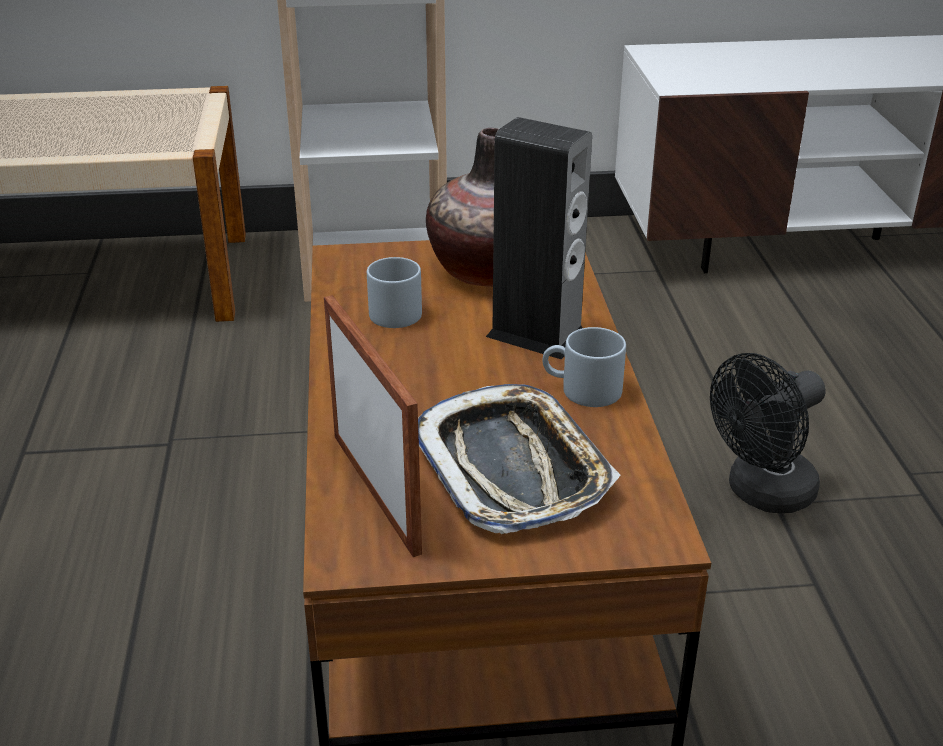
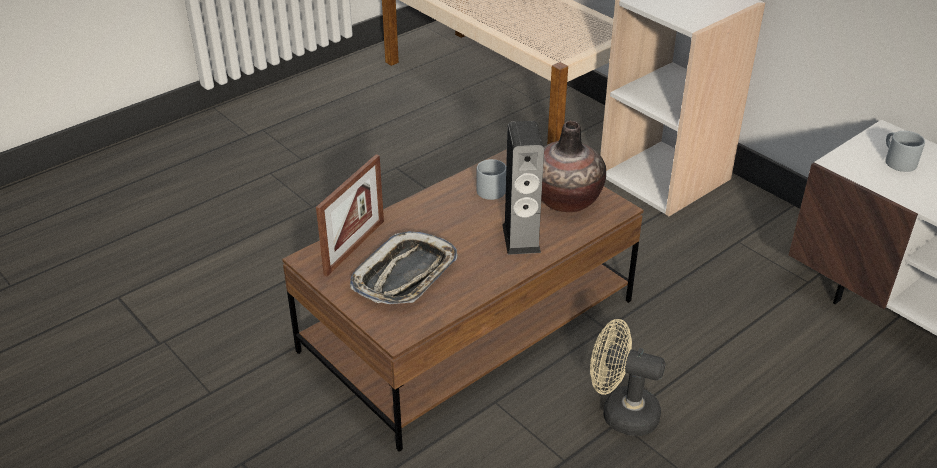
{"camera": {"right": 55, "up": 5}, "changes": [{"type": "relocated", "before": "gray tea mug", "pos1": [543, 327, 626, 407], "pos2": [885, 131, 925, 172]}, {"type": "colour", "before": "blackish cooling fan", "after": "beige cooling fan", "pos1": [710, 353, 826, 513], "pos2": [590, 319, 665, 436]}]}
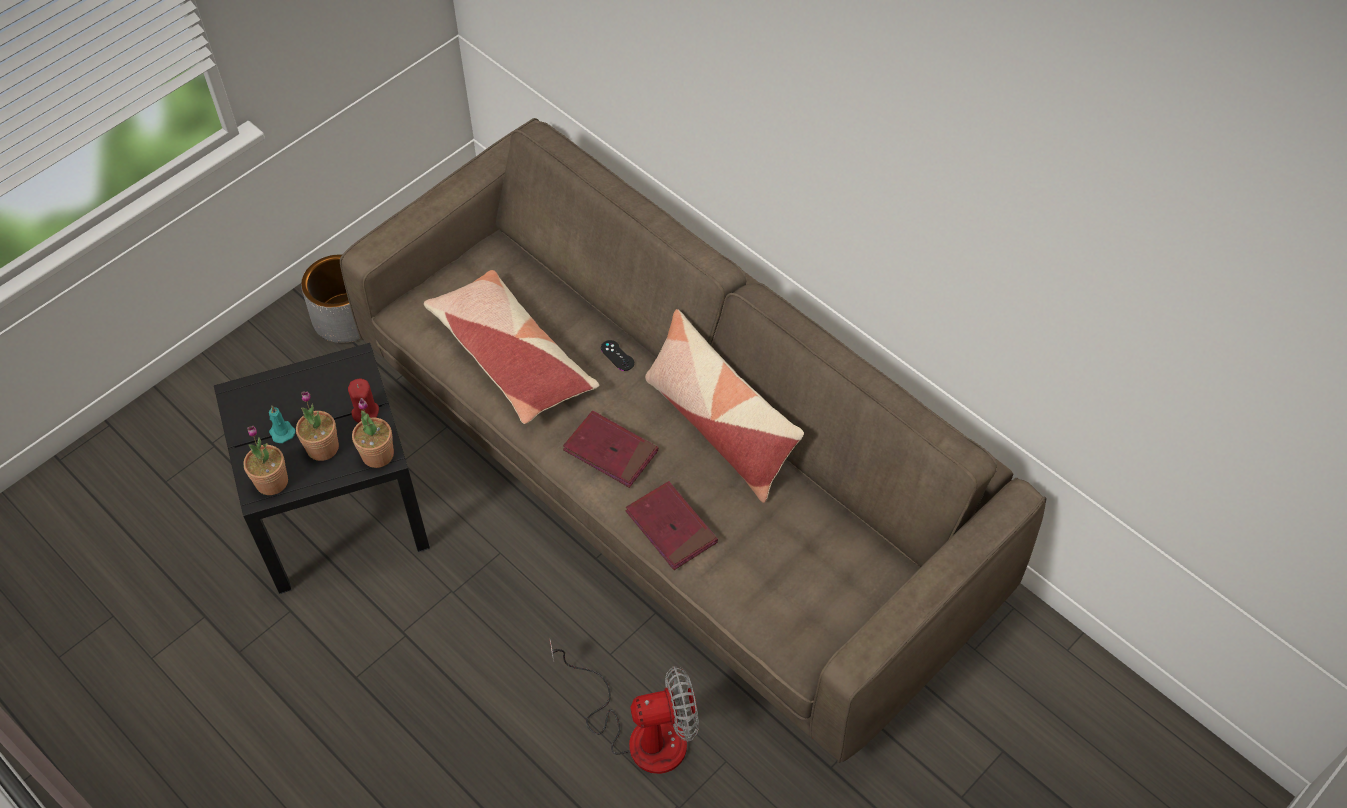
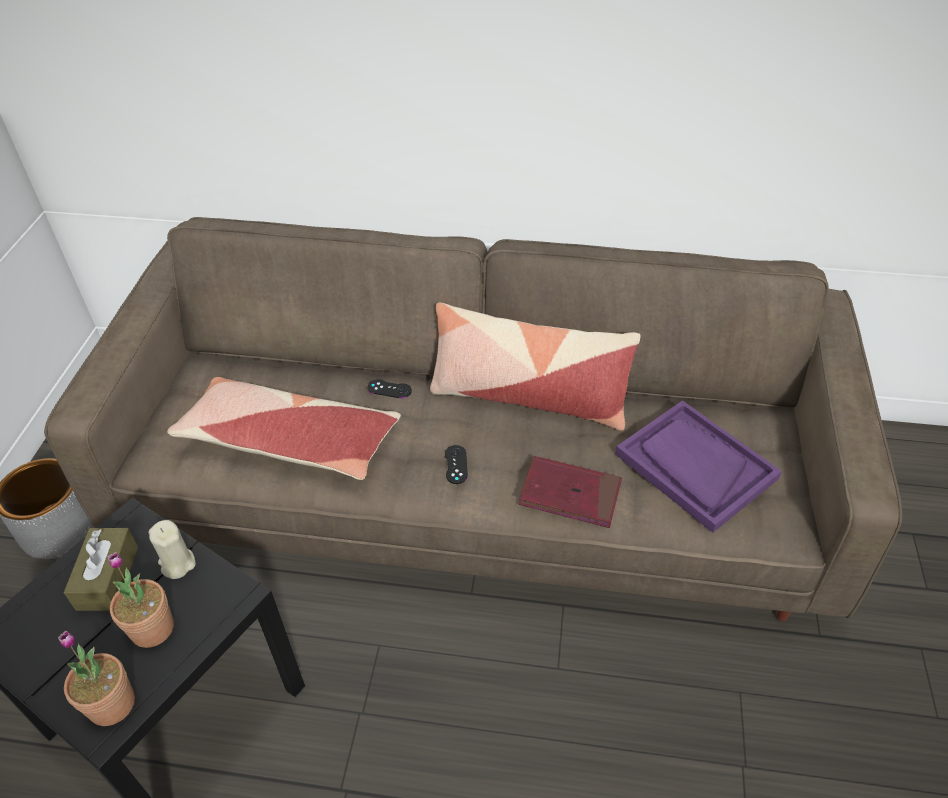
{"camera": {"right": -35, "up": -10}, "changes": [{"type": "colour", "before": "reddish wax light", "after": "beige wax light", "pos1": [348, 379, 379, 423], "pos2": [148, 520, 196, 579]}, {"type": "missing", "before": "houseplant", "pos1": [352, 398, 394, 468]}, {"type": "missing", "before": "turquoise-coloured wax light", "pos1": [269, 406, 295, 443]}, {"type": "exchanged", "before": "reddish volume", "after": "blackish joypad", "pos1": [563, 410, 658, 488], "pos2": [445, 445, 468, 484]}, {"type": "missing", "before": "cooling fan", "pos1": [550, 640, 699, 774]}, {"type": "appeared", "after": "purplish carrying tray", "pos2": [615, 400, 782, 533]}, {"type": "appeared", "after": "brown tissue holder", "pos2": [64, 528, 138, 611]}]}
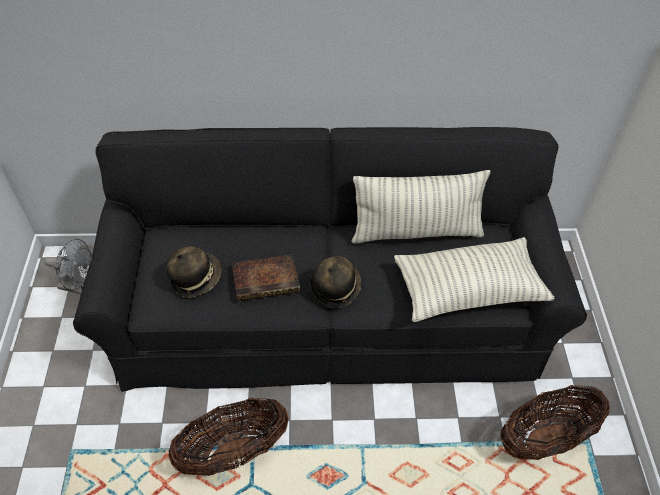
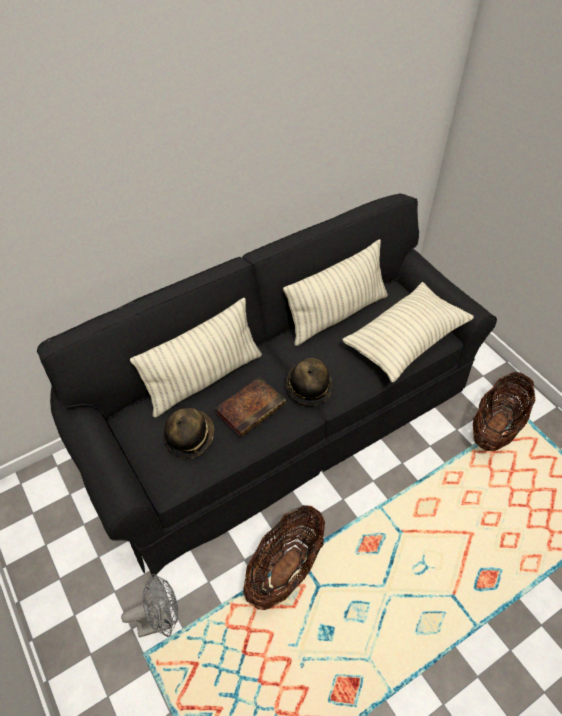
{"camera": {"right": -30, "up": 0}, "changes": [{"type": "relocated", "before": "gray cooling fan", "pos1": [44, 239, 92, 294], "pos2": [121, 574, 178, 638]}, {"type": "appeared", "after": "throw pillow", "pos2": [130, 298, 262, 418]}]}
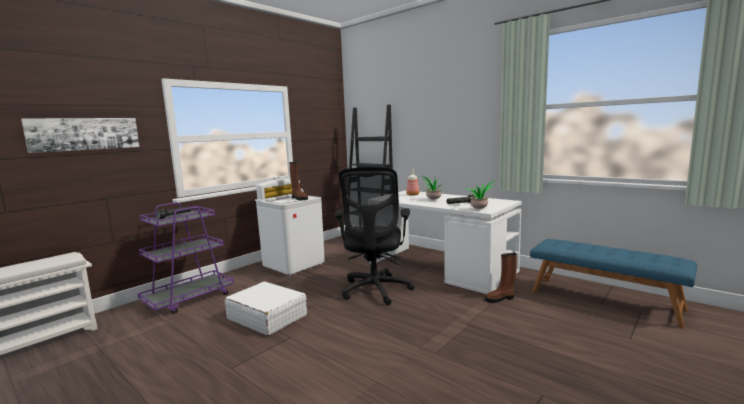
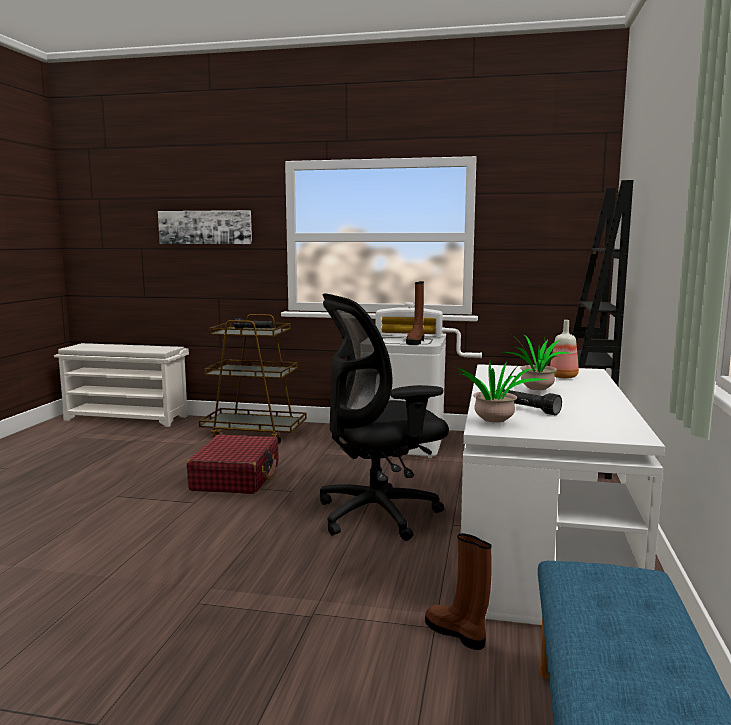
{"camera": {"right": 60, "up": 0}, "changes": [{"type": "colour", "before": "purplish cart", "after": "brown cart", "pos1": [138, 202, 234, 314], "pos2": [199, 314, 307, 444]}, {"type": "colour", "before": "white suitcase", "after": "reddish suitcase", "pos1": [225, 282, 307, 336], "pos2": [187, 434, 278, 494]}]}
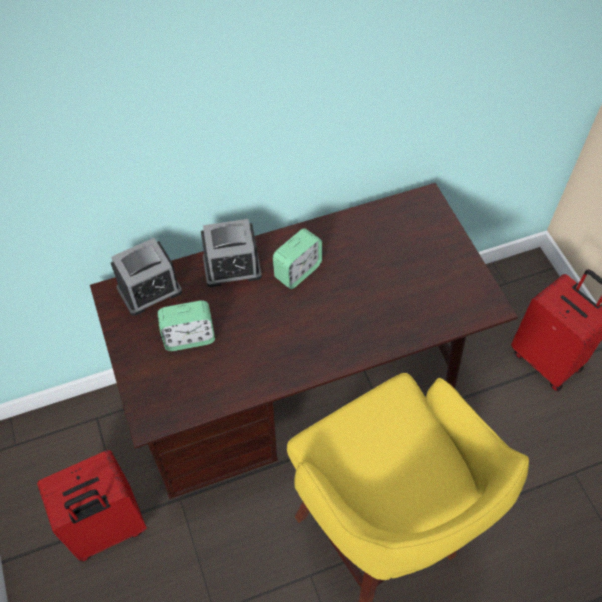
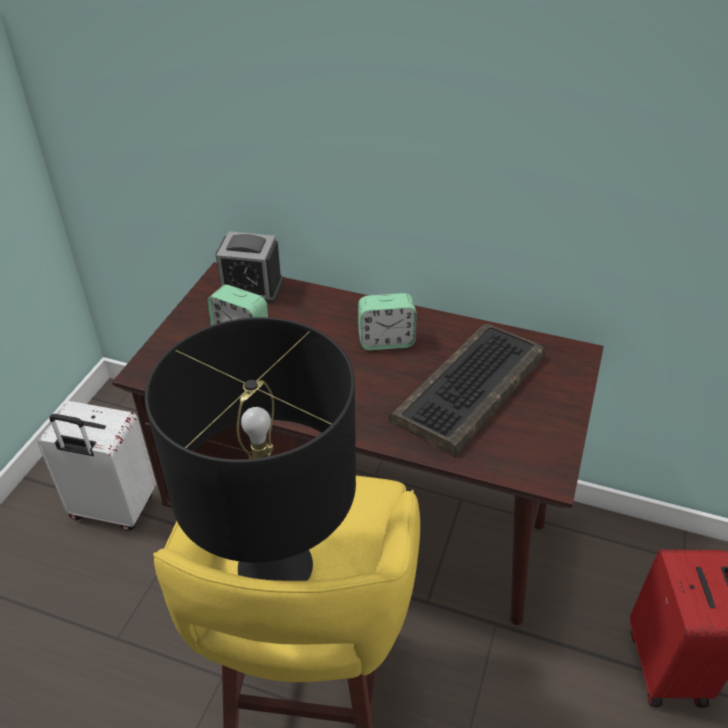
{"camera": {"right": 40, "up": -15}, "changes": [{"type": "missing", "before": "bedside clock", "pos1": [201, 219, 262, 287]}, {"type": "colour", "before": "reddish suitcase", "after": "white suitcase", "pos1": [37, 450, 147, 562], "pos2": [37, 401, 156, 531]}, {"type": "appeared", "after": "blackish lamp for a table", "pos2": [145, 317, 356, 581]}, {"type": "appeared", "after": "computer keyboard", "pos2": [389, 324, 545, 457]}]}
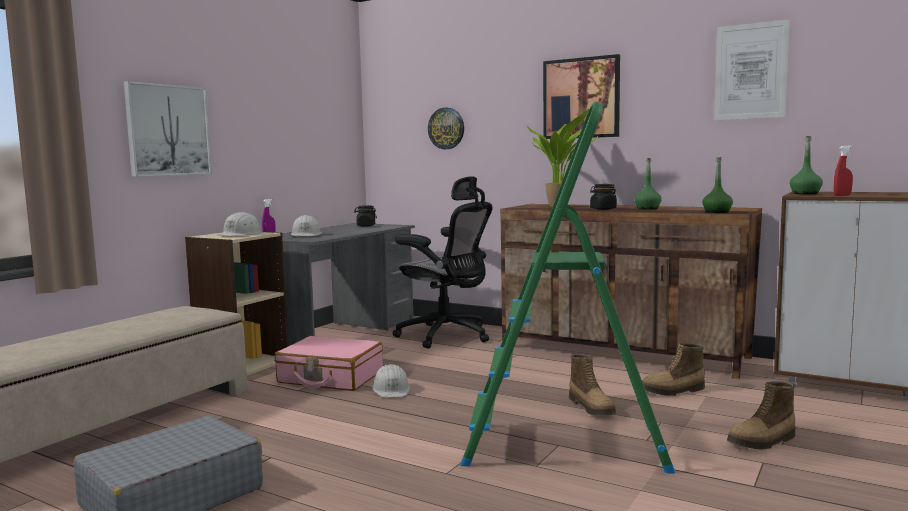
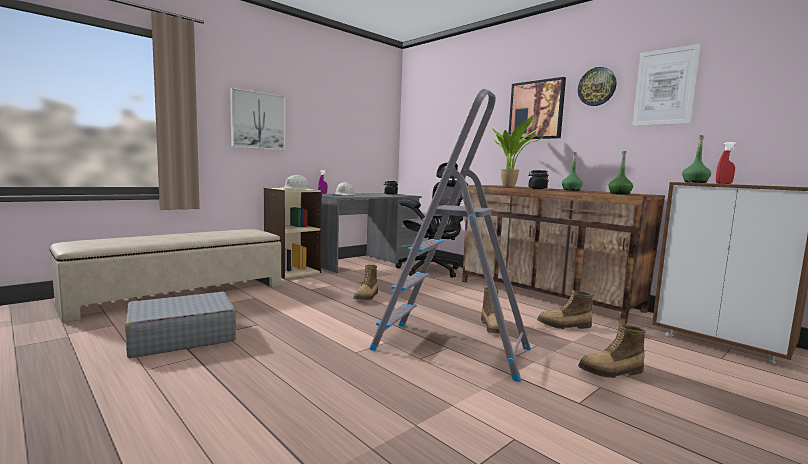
{"camera": {"right": 15, "up": 0}, "changes": [{"type": "colour", "before": "greenish stepladder", "after": "gray stepladder", "pos1": [460, 101, 675, 474], "pos2": [369, 89, 531, 382]}, {"type": "relocated", "before": "hanging clock", "pos1": [428, 108, 464, 149], "pos2": [578, 67, 616, 106]}, {"type": "missing", "before": "pinkish suitcase", "pos1": [274, 336, 383, 391]}, {"type": "exchanged", "before": "white safety helmet", "after": "boot", "pos1": [372, 364, 410, 398], "pos2": [353, 265, 378, 300]}]}
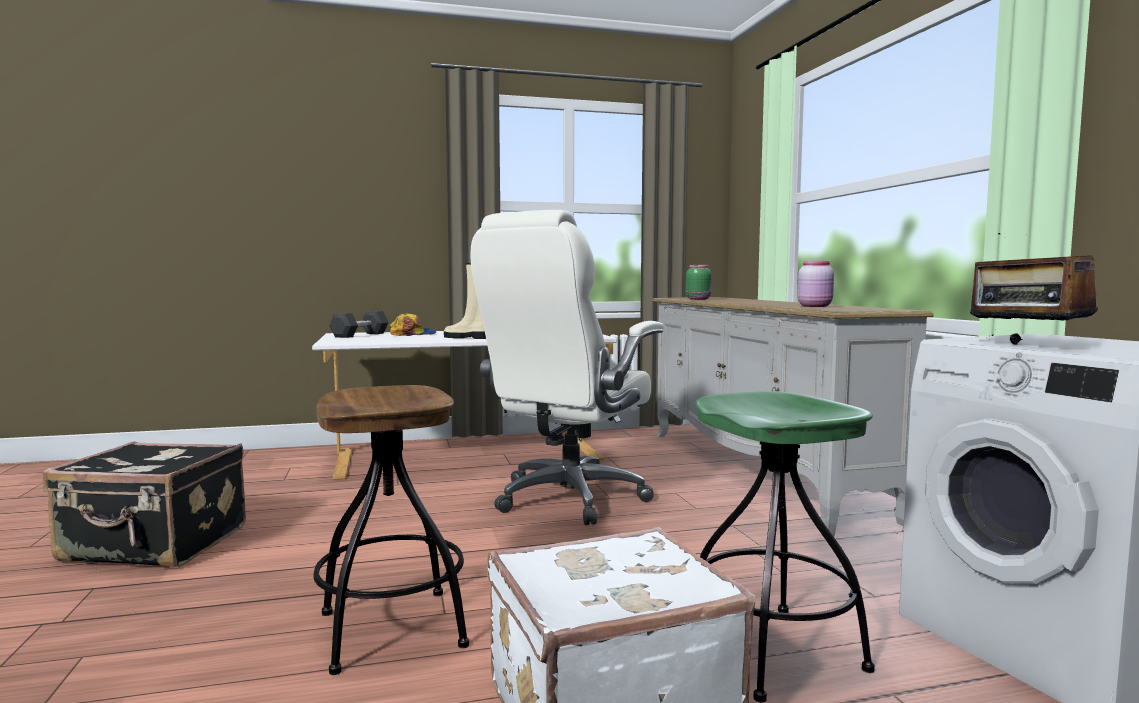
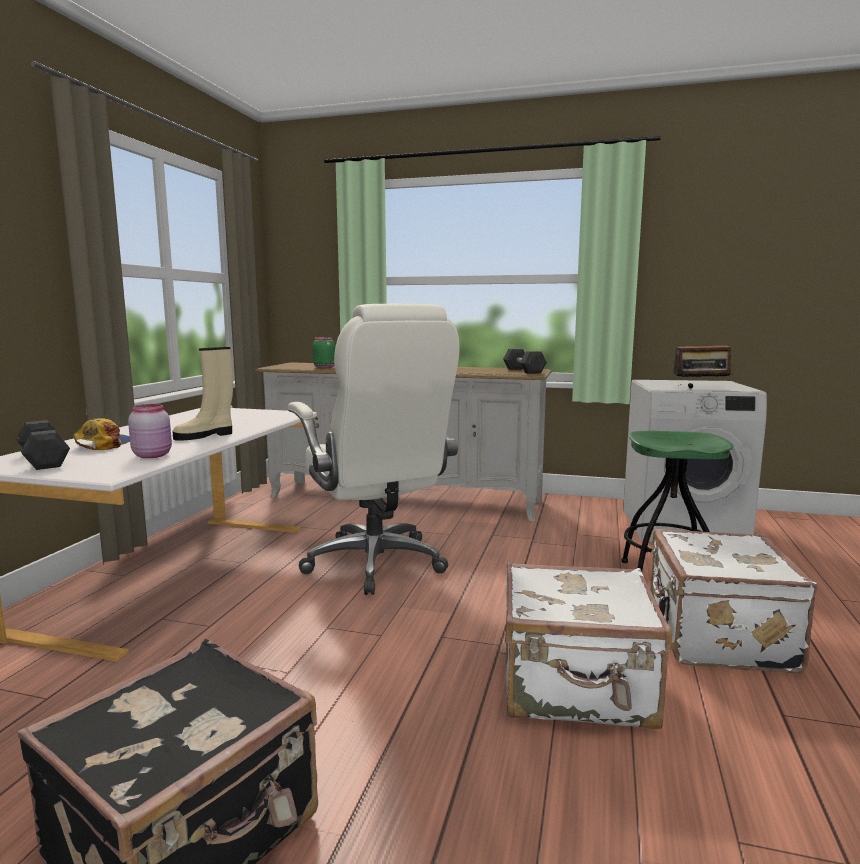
{"camera": {"right": -60, "up": 5}, "changes": [{"type": "relocated", "before": "pinkish preserve jar", "pos1": [797, 261, 834, 307], "pos2": [128, 404, 172, 458]}, {"type": "exchanged", "before": "brown stool seat", "after": "white suitcase", "pos1": [313, 385, 469, 675], "pos2": [505, 562, 672, 729]}, {"type": "appeared", "after": "gray free weight", "pos2": [503, 349, 547, 374]}]}
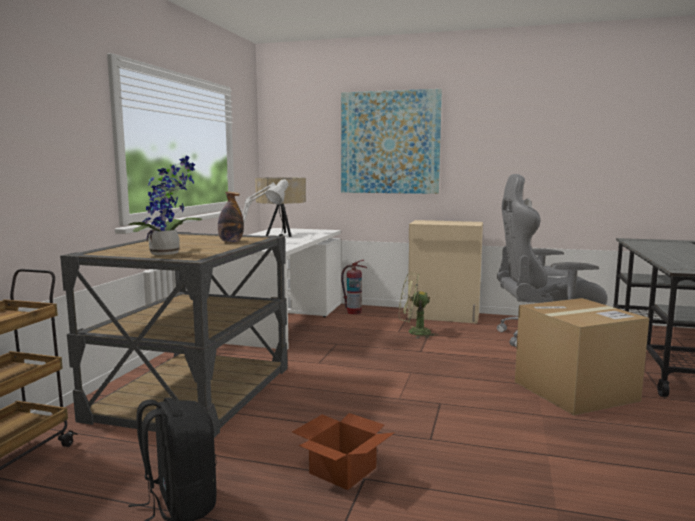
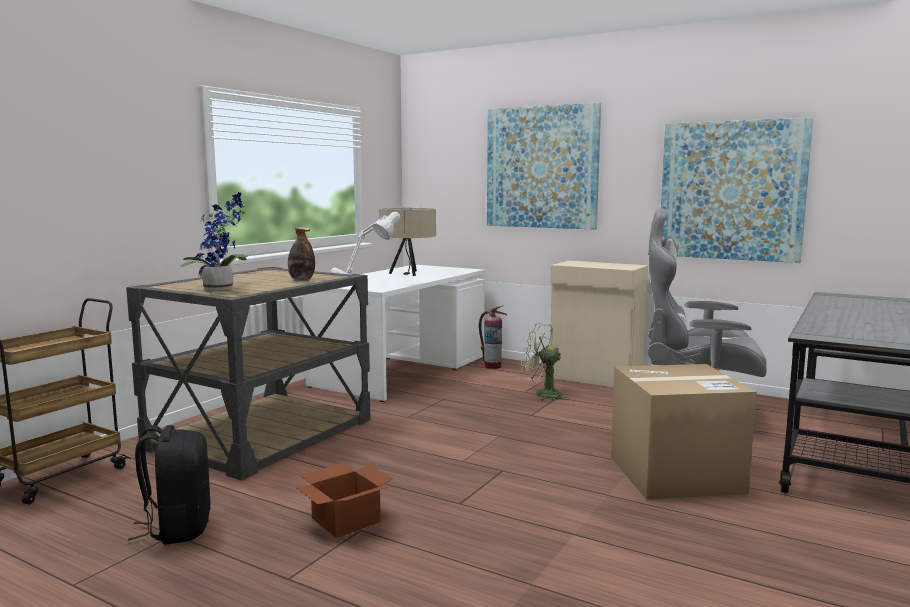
{"camera": {"right": 15, "up": 0}, "changes": [{"type": "appeared", "after": "wall picture", "pos2": [661, 117, 813, 263]}]}
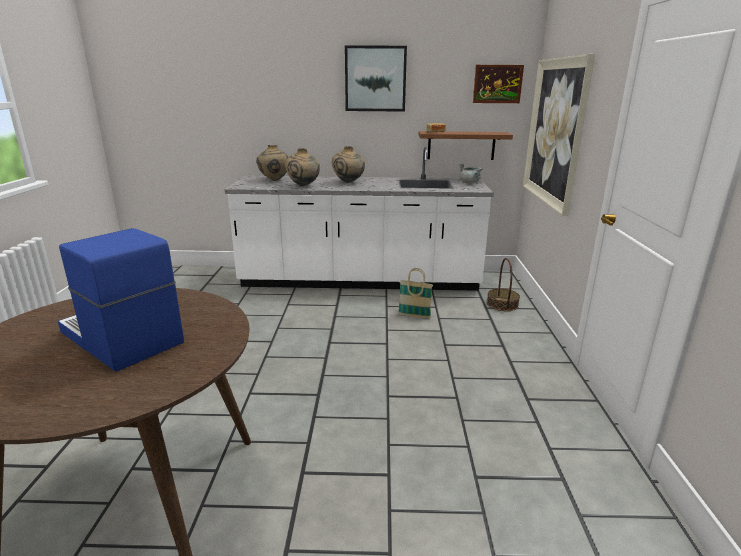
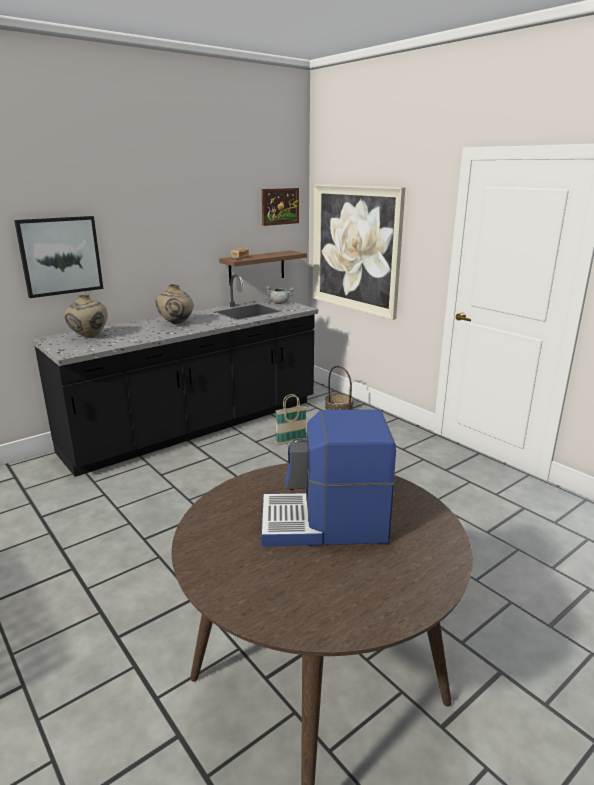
{"camera": {"right": -40, "up": 0}, "changes": [{"type": "relocated", "before": "wall picture", "pos1": [345, 45, 407, 112], "pos2": [14, 216, 103, 298]}, {"type": "colour", "before": "white counter", "after": "blackish counter", "pos1": [225, 147, 494, 291], "pos2": [32, 274, 318, 477]}, {"type": "missing", "before": "beige flower vase", "pos1": [285, 148, 320, 186]}]}
